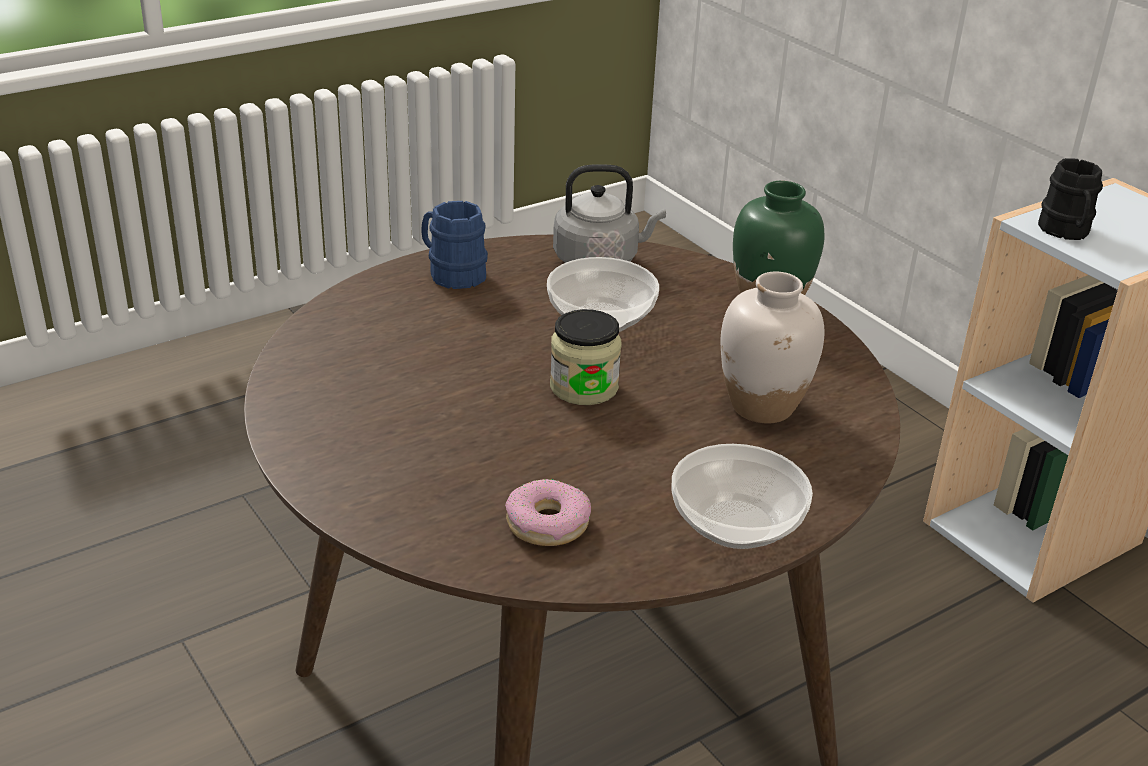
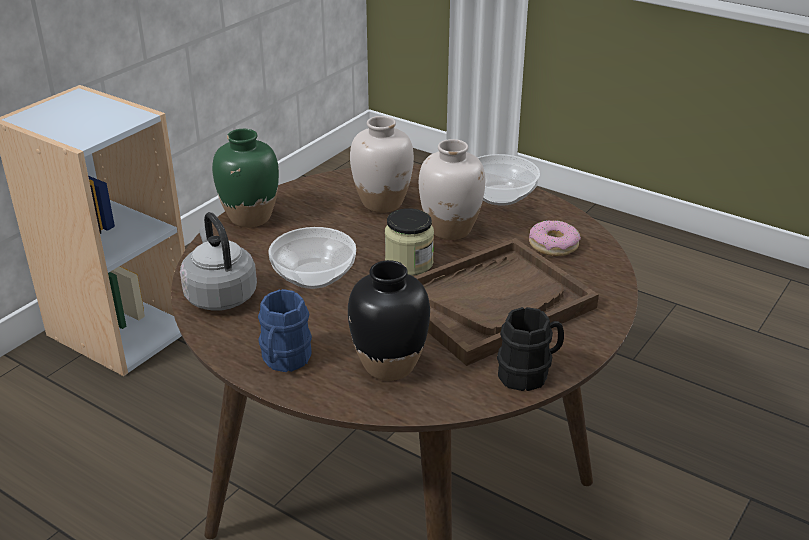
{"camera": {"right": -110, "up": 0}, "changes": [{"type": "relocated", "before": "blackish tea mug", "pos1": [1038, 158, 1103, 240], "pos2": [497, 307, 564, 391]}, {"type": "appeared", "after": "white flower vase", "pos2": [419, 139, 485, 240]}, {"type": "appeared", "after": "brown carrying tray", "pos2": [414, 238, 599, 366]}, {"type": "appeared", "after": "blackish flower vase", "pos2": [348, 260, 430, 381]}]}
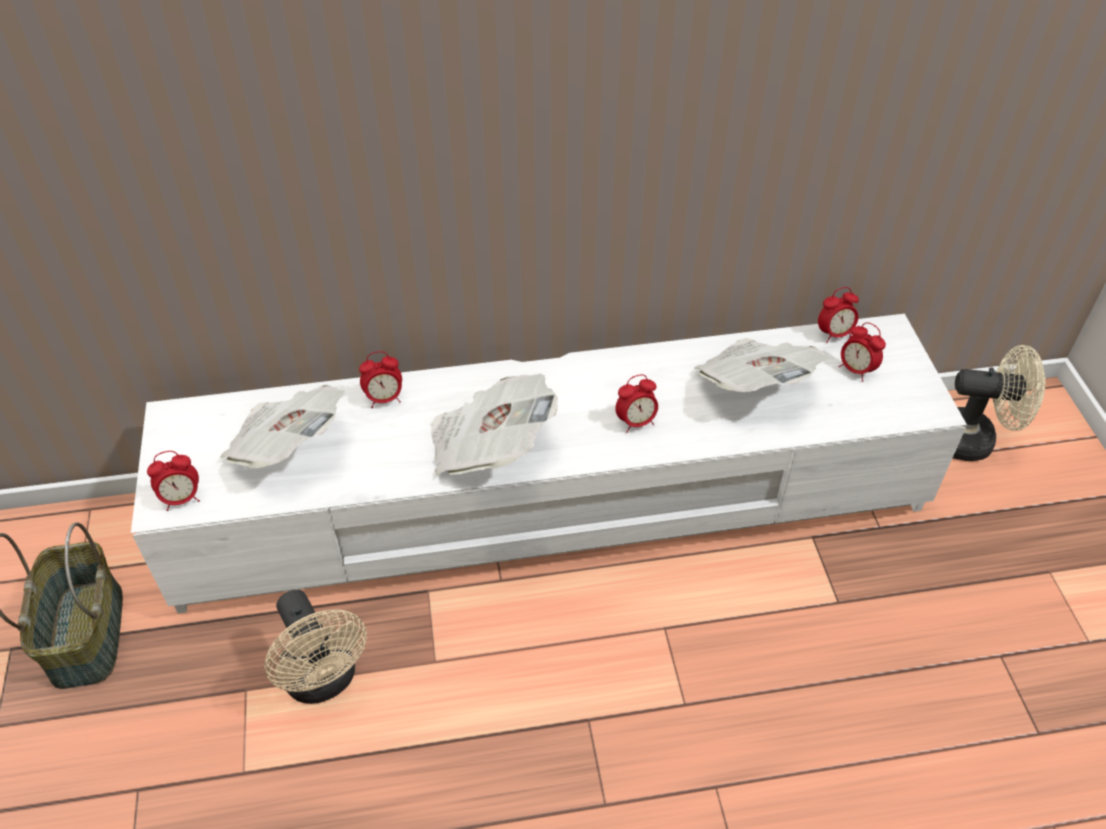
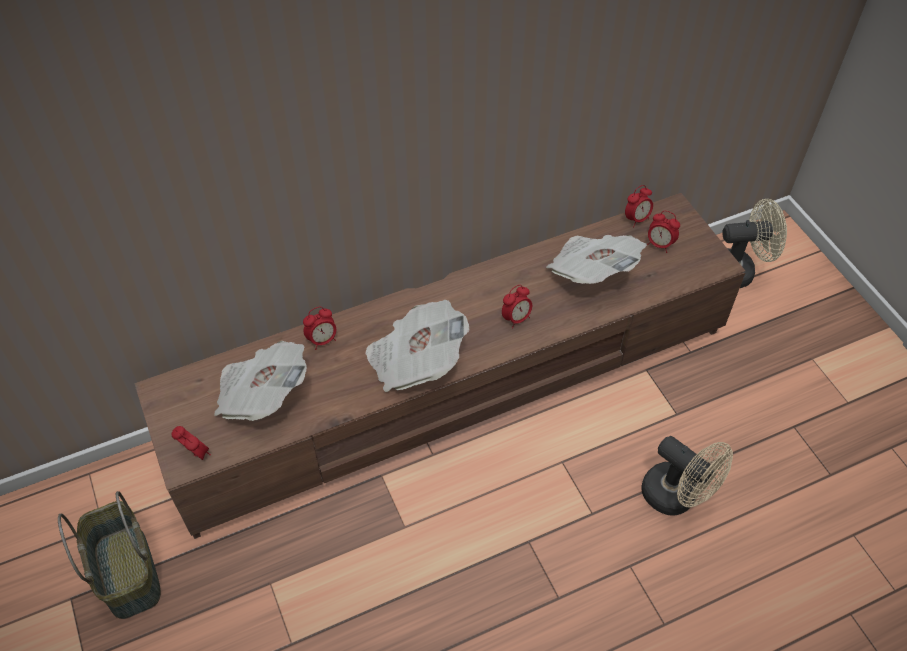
{"camera": {"right": -15, "up": 5}, "changes": [{"type": "colour", "before": "white tv stand", "after": "brown tv stand", "pos1": [131, 314, 967, 614], "pos2": [134, 193, 745, 539]}, {"type": "spun", "before": "bedside clock", "pos1": [147, 451, 200, 511], "pos2": [171, 426, 211, 460], "turn": -105}, {"type": "relocated", "before": "beige cooling fan", "pos1": [265, 590, 367, 704], "pos2": [641, 436, 733, 516]}]}
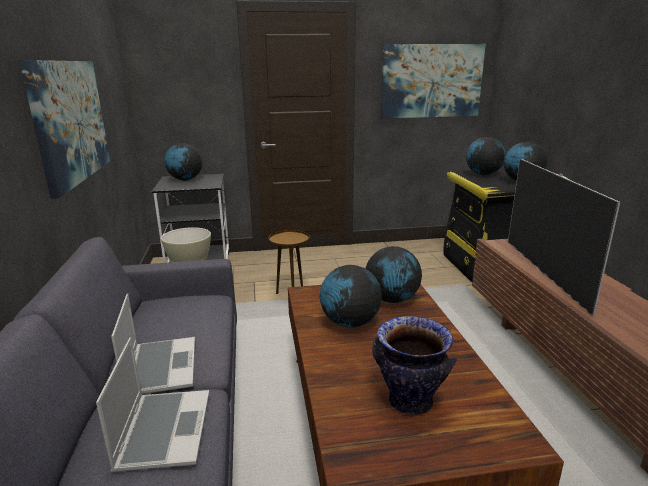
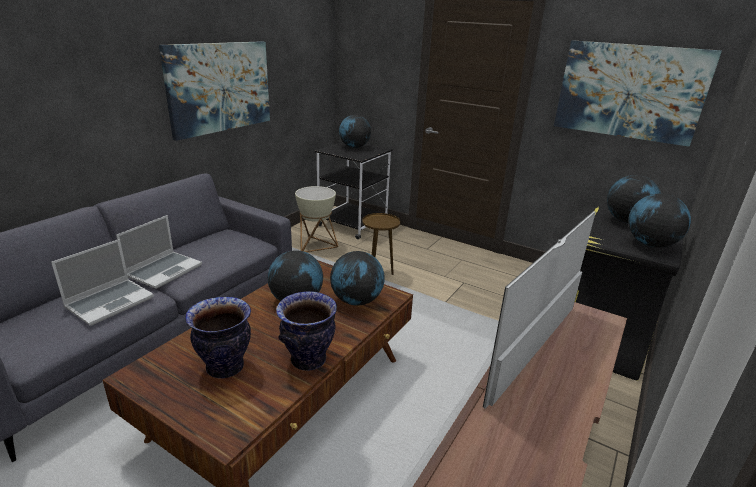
{"camera": {"right": 40, "up": 5}, "changes": [{"type": "appeared", "after": "flower vase", "pos2": [276, 291, 337, 371]}]}
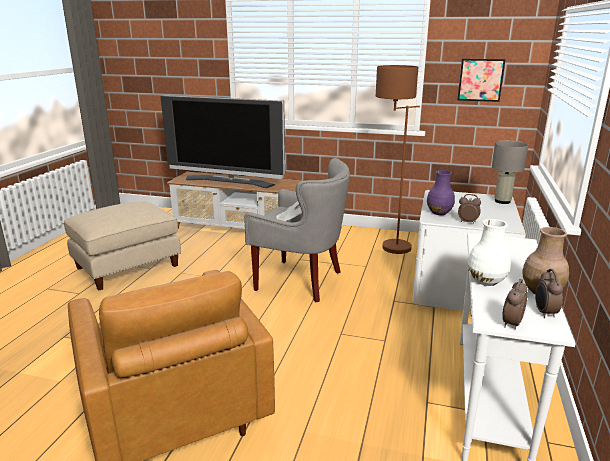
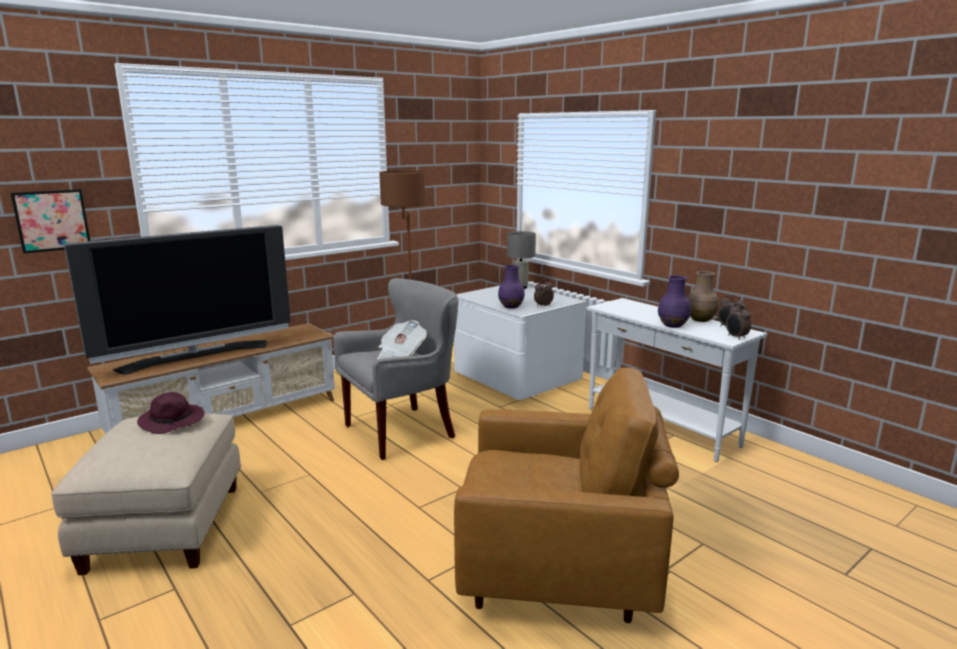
{"camera": {"right": -55, "up": -5}, "changes": [{"type": "relocated", "before": "wall picture", "pos1": [457, 59, 505, 102], "pos2": [11, 189, 90, 254]}, {"type": "colour", "before": "white flower vase", "after": "purplish flower vase", "pos1": [468, 219, 511, 286], "pos2": [658, 275, 691, 328]}, {"type": "appeared", "after": "purplish wearable hat", "pos2": [137, 392, 204, 434]}]}
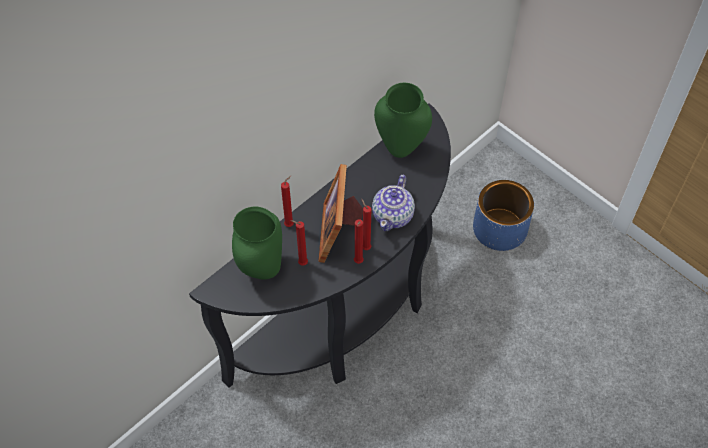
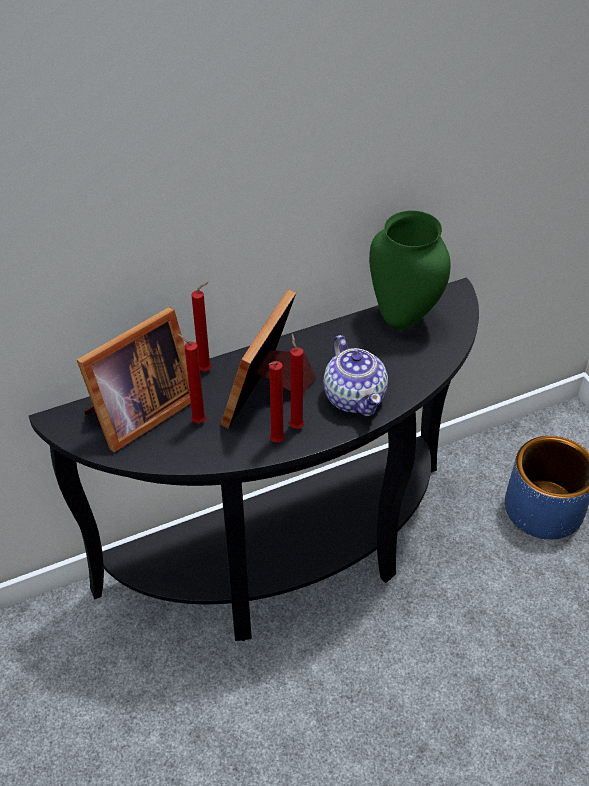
{"camera": {"right": 20, "up": -10}, "changes": [{"type": "spun", "before": "teapot", "pos1": [372, 175, 415, 231], "pos2": [323, 335, 388, 416], "turn": -60}, {"type": "exchanged", "before": "greenish flower vase", "after": "photo frame", "pos1": [232, 207, 282, 279], "pos2": [77, 307, 191, 452]}]}
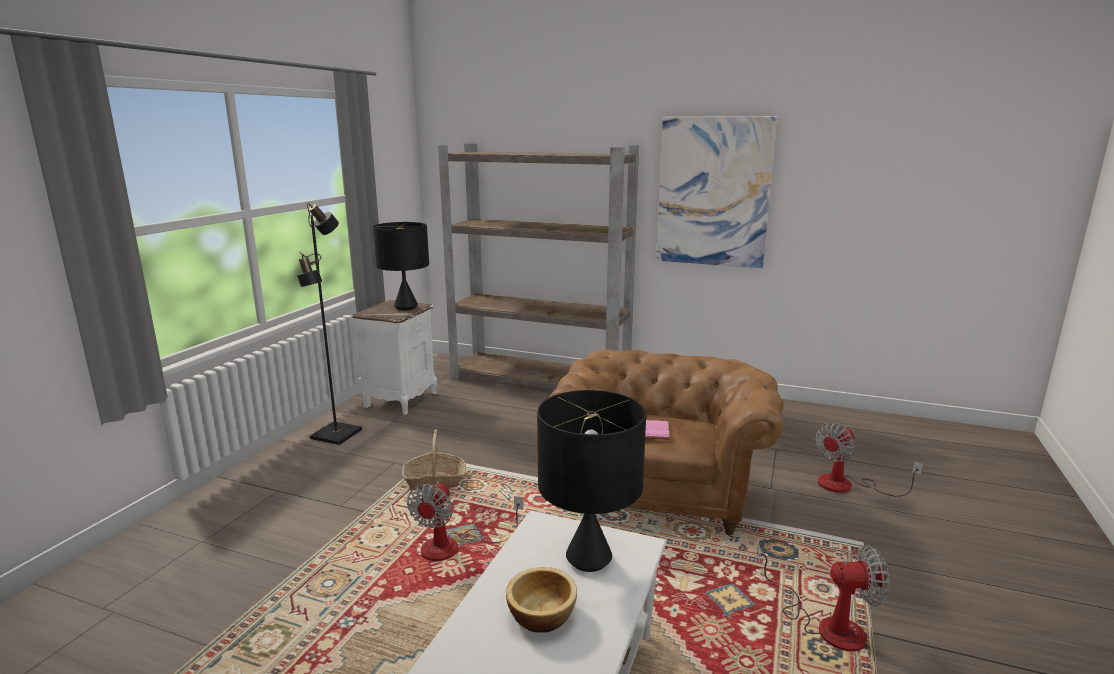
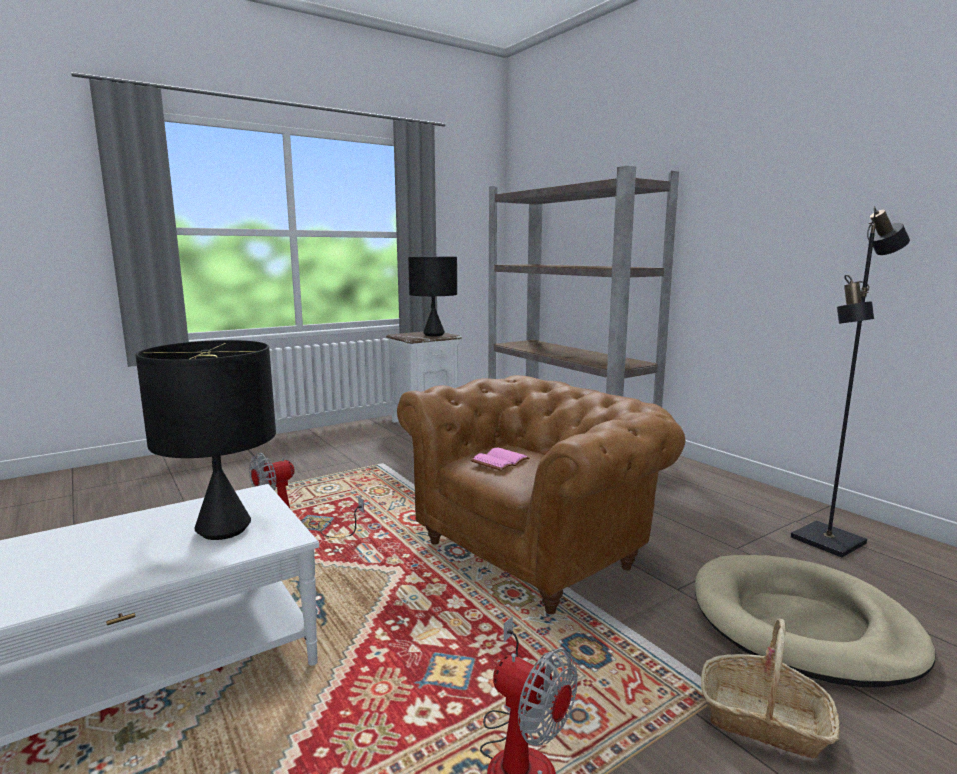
{"camera": {"right": 35, "up": -5}, "changes": [{"type": "missing", "before": "wall picture", "pos1": [656, 116, 778, 268]}, {"type": "relocated", "before": "blackish standing lamp", "pos1": [297, 203, 362, 445], "pos2": [791, 206, 910, 557]}, {"type": "exchanged", "before": "cooling fan", "after": "beige dog bed", "pos1": [815, 423, 923, 496], "pos2": [695, 555, 935, 688]}, {"type": "relocated", "before": "storage basket", "pos1": [402, 429, 466, 490], "pos2": [701, 618, 840, 758]}, {"type": "missing", "before": "bowl", "pos1": [506, 567, 577, 633]}]}
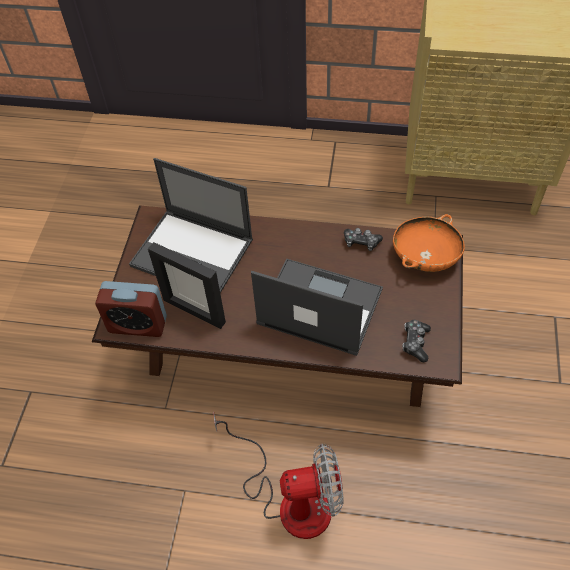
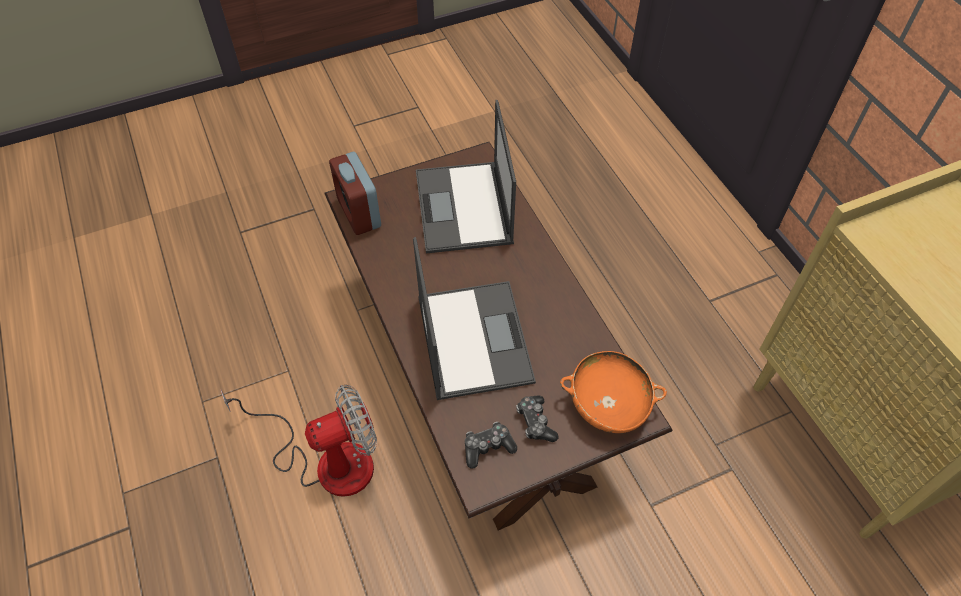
{"camera": {"right": 55, "up": 0}, "changes": [{"type": "relocated", "before": "joypad", "pos1": [344, 228, 383, 251], "pos2": [516, 396, 559, 442]}, {"type": "missing", "before": "photo frame", "pos1": [148, 242, 226, 329]}, {"type": "spun", "before": "cooling fan", "pos1": [213, 411, 344, 539], "pos2": [221, 385, 377, 497], "turn": -75}]}
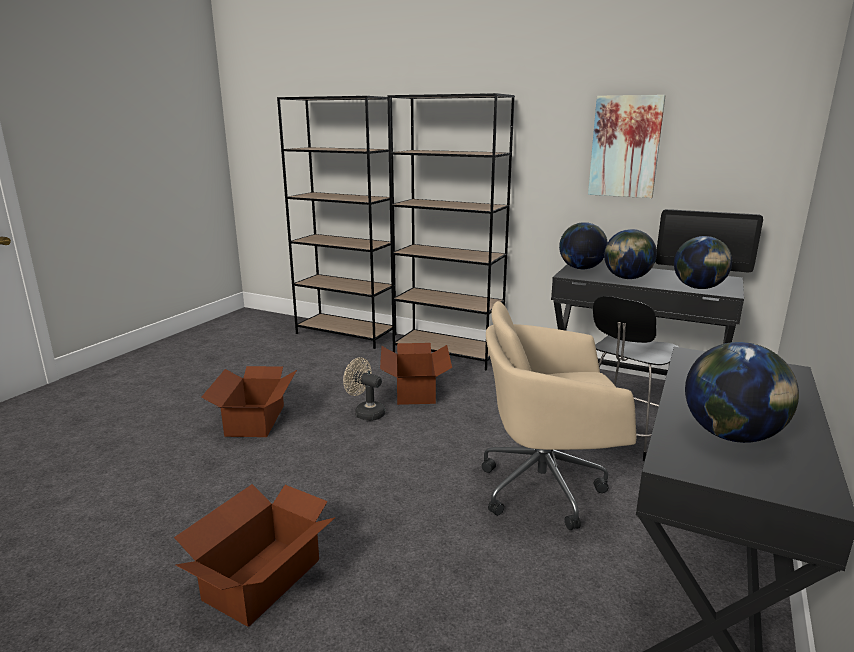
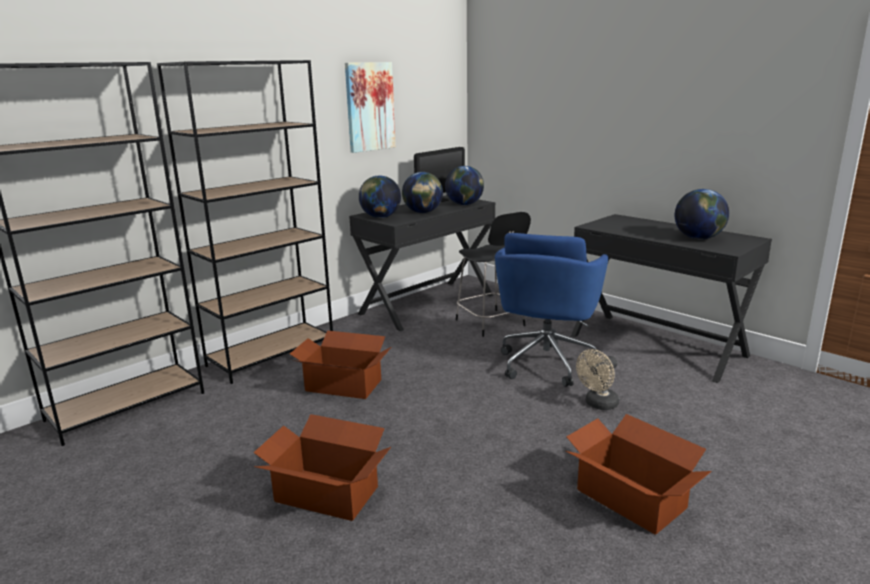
{"camera": {"right": -70, "up": 0}, "changes": [{"type": "colour", "before": "beige desk chair", "after": "bluish desk chair", "pos1": [482, 301, 636, 530], "pos2": [495, 233, 608, 387]}, {"type": "relocated", "before": "beige cooling fan", "pos1": [343, 357, 386, 421], "pos2": [576, 349, 619, 410]}]}
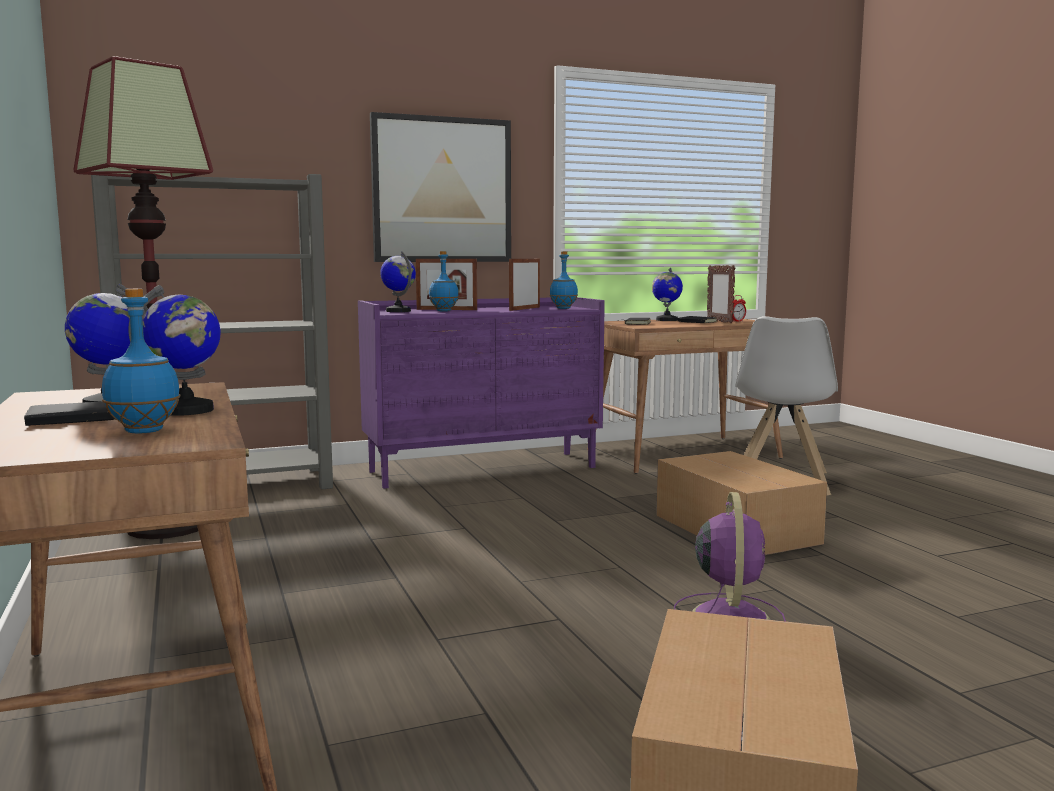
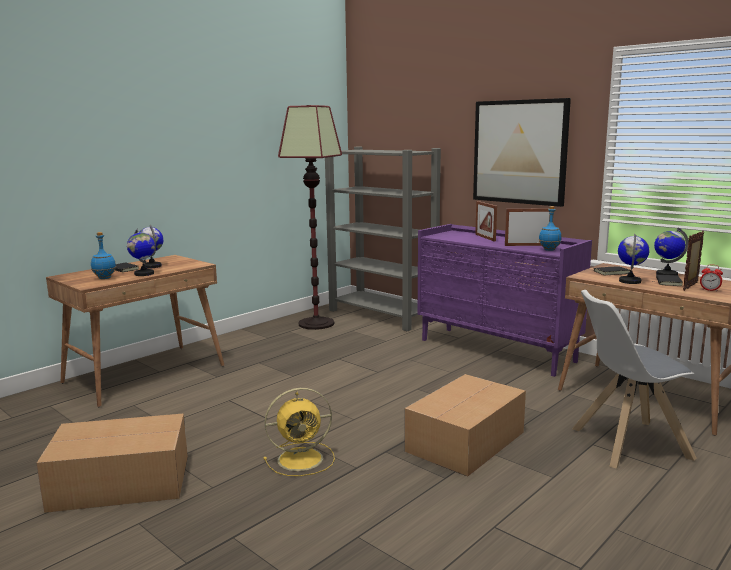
{"camera": {"right": 65, "up": 5}, "changes": [{"type": "relocated", "before": "desk globe", "pos1": [380, 251, 416, 312], "pos2": [618, 234, 650, 284]}, {"type": "missing", "before": "bluish drink bottle", "pos1": [429, 251, 459, 311]}, {"type": "colour", "before": "purplish cooling fan", "after": "yellow-coloured cooling fan", "pos1": [674, 492, 786, 621], "pos2": [264, 388, 335, 476]}]}
